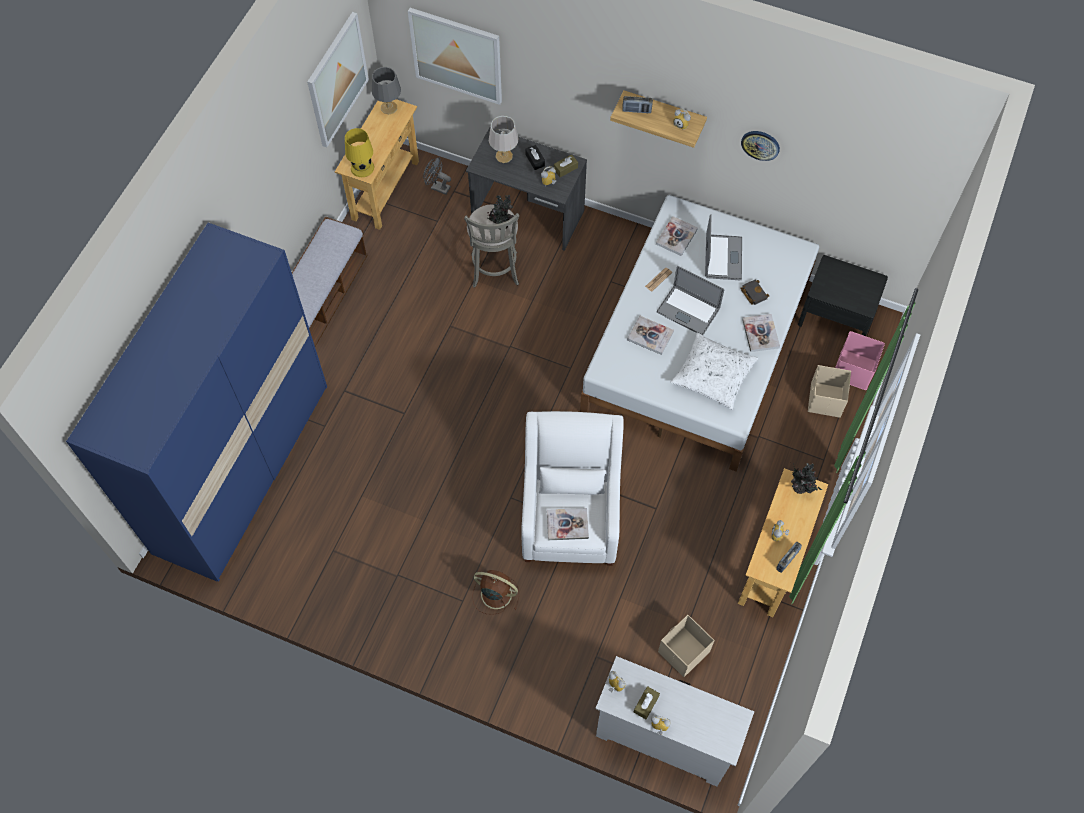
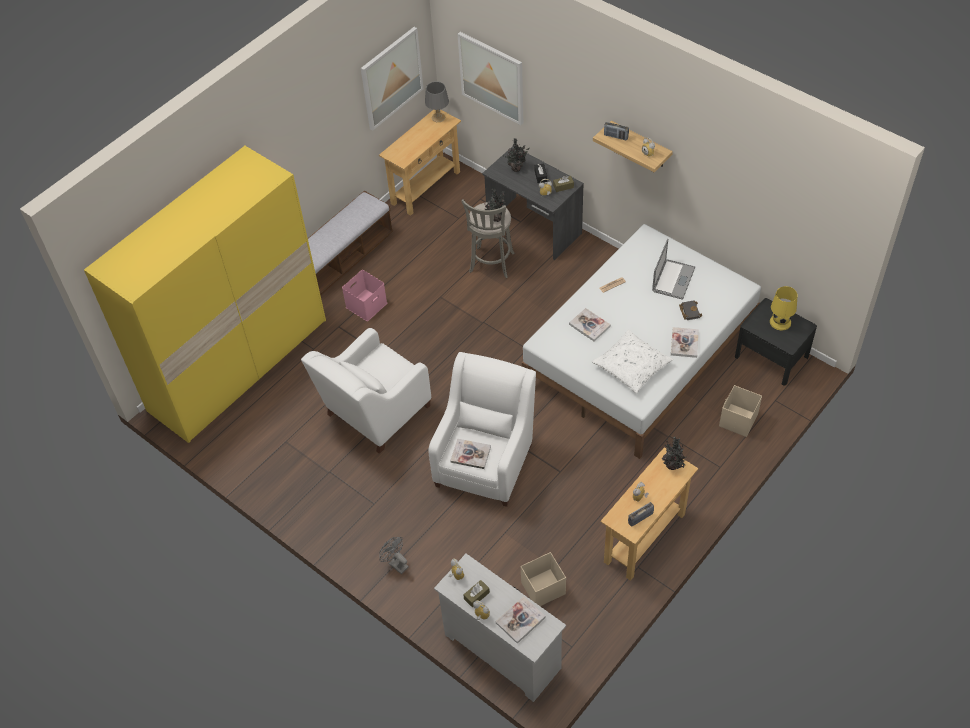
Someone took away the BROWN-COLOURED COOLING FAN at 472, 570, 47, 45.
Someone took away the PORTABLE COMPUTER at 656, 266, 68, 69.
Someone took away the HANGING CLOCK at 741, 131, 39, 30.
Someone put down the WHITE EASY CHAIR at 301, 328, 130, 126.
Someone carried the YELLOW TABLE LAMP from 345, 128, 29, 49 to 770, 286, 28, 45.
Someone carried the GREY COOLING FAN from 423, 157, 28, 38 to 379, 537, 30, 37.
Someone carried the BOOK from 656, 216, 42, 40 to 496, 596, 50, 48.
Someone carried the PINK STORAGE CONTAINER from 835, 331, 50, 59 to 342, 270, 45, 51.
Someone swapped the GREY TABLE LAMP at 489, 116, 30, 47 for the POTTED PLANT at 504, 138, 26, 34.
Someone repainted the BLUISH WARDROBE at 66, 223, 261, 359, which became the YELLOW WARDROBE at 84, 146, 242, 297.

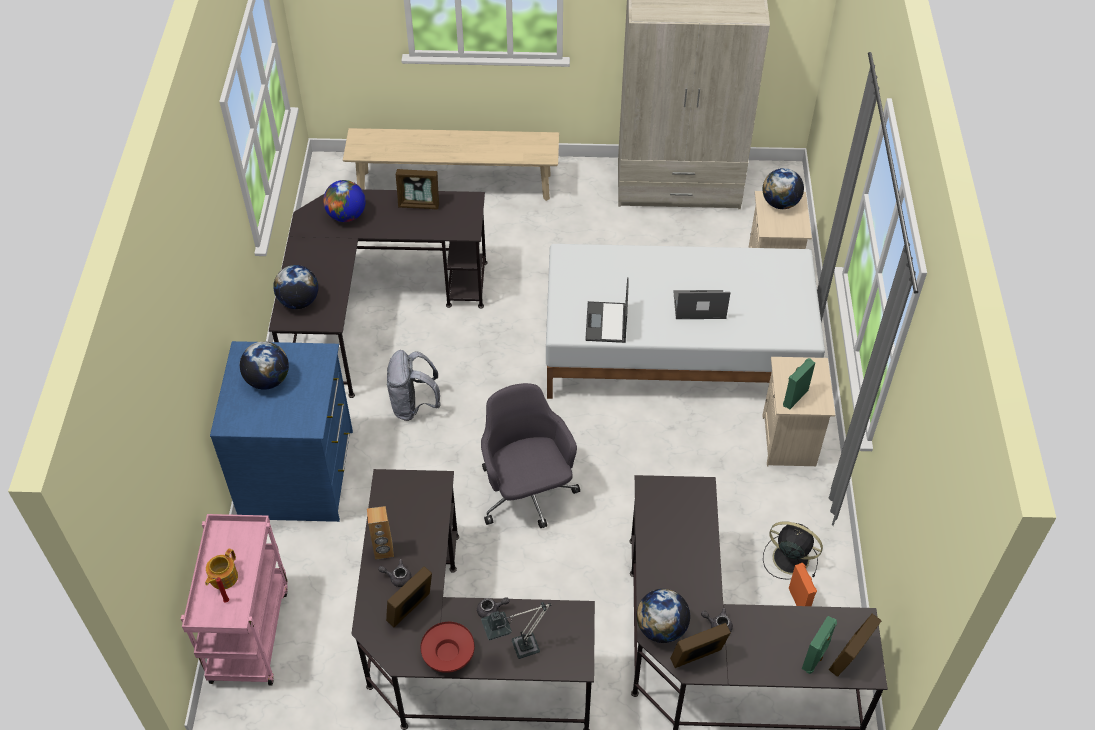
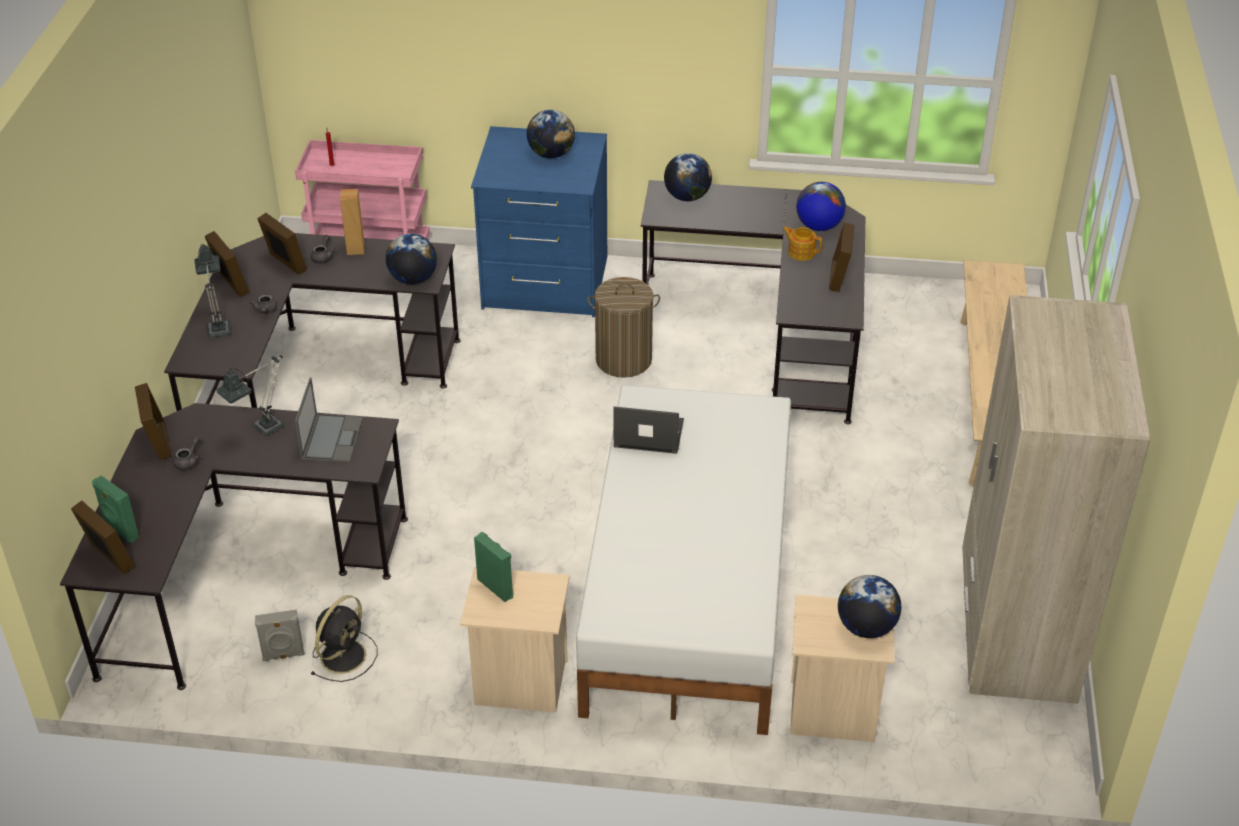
Someone took away the GREY OFFICE CHAIR at 481, 383, 99, 145.
Someone put down the TABLE LAMP at 216, 355, 69, 81.
Someone carried the POT FOR TEA from 205, 548, 33, 41 to 783, 226, 39, 35.
Someone carried the DESK GLOBE from 637, 589, 53, 54 to 386, 234, 51, 51.
Someone carried the PORTABLE COMPUTER from 673, 290, 57, 29 to 295, 378, 68, 84.
Someone swapped the GREY RUCKSACK at 387, 350, 54, 71 for the HAMPER at 588, 277, 72, 101.
Someone swapped the REDDISH DEEP DISH at 420, 622, 55, 51 for the PICTURE FRAME at 205, 231, 44, 66.
Someone repainted the ORANGE LOUDSPEAKER at 789, 563, 28, 43, which became the GREY LOUDSPEAKER at 255, 609, 50, 52.

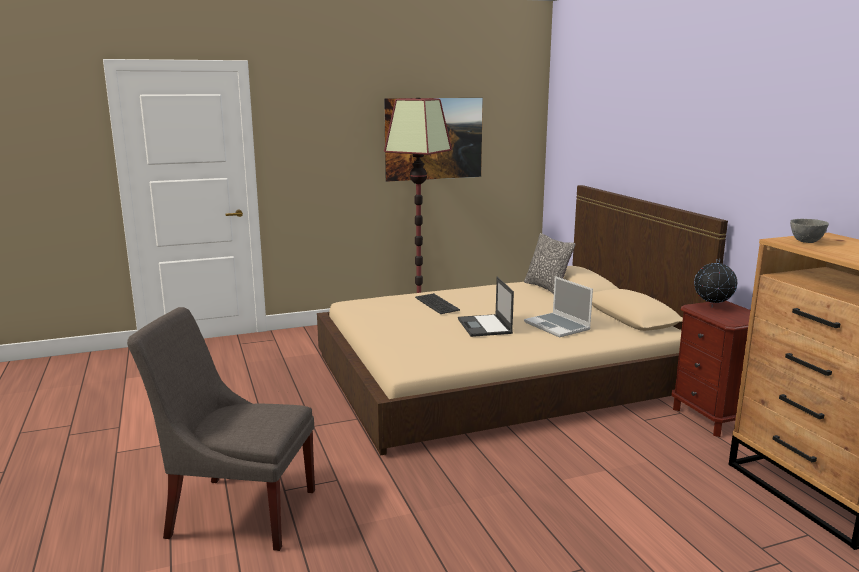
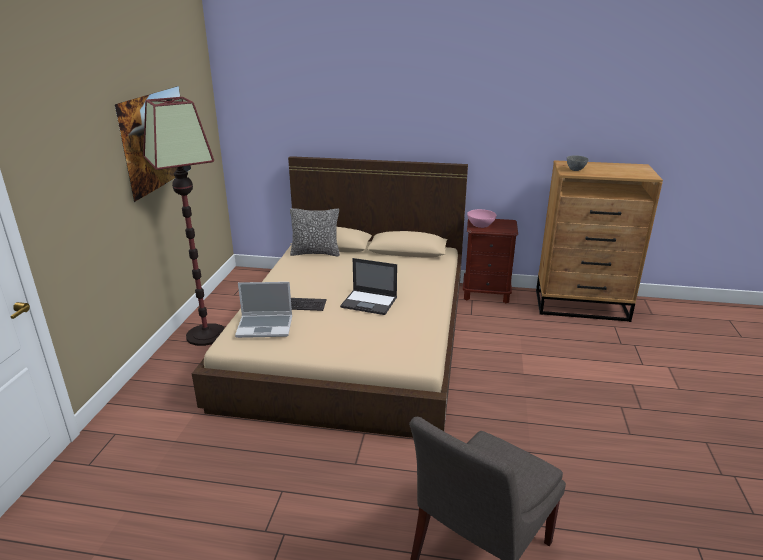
Someone carried the PORTABLE COMPUTER from 524, 276, 69, 62 to 235, 282, 57, 56.
Someone swapped the DESK GLOBE at 694, 259, 43, 48 for the PINK DEEP DISH at 467, 209, 29, 19.

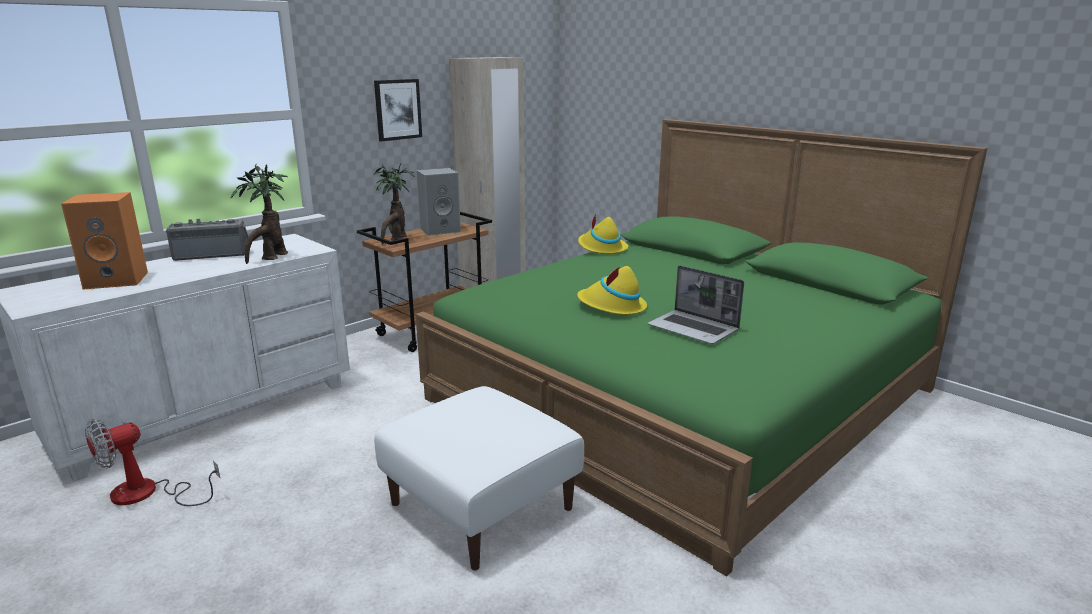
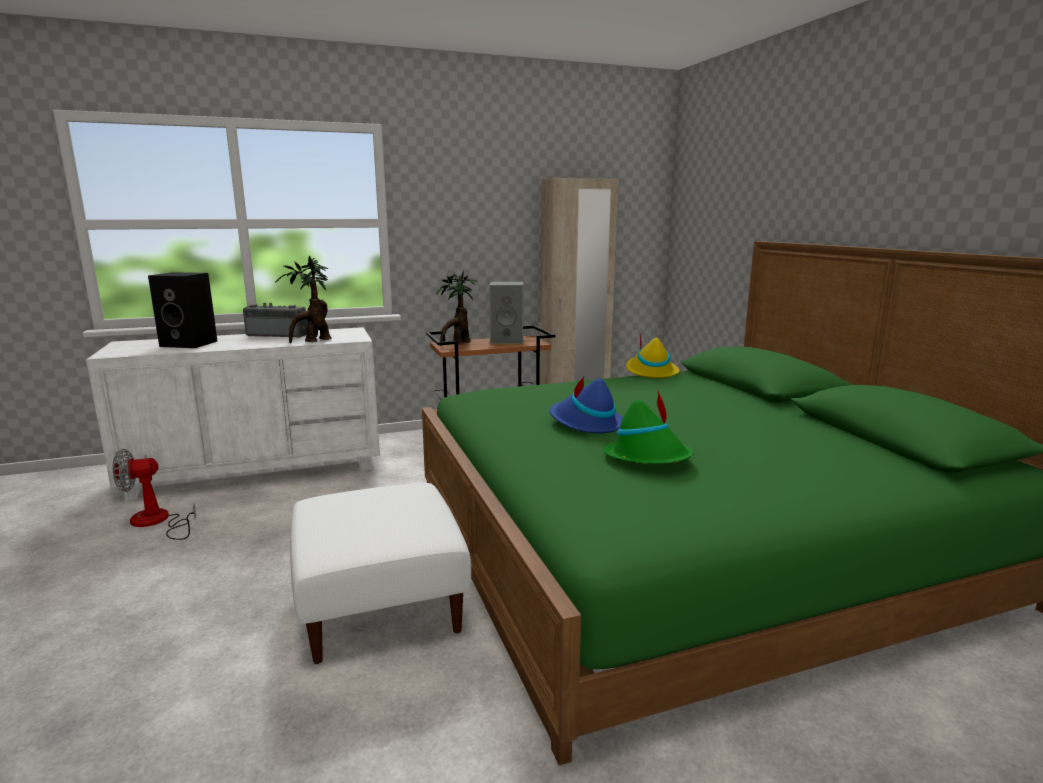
Someone took away the WALL PICTURE at 374, 79, 48, 63.
Someone swapped the PORTABLE COMPUTER at 648, 265, 96, 79 for the GREEN-COLOURED HAT at 603, 391, 91, 73.
Someone repainted the ORANGE LOUDSPEAKER at 61, 192, 87, 98, which became the BLACK LOUDSPEAKER at 148, 272, 69, 76.
Someone repainted the YELLOW HAT at 577, 266, 70, 49, which became the BLUISH HAT at 550, 377, 73, 56.

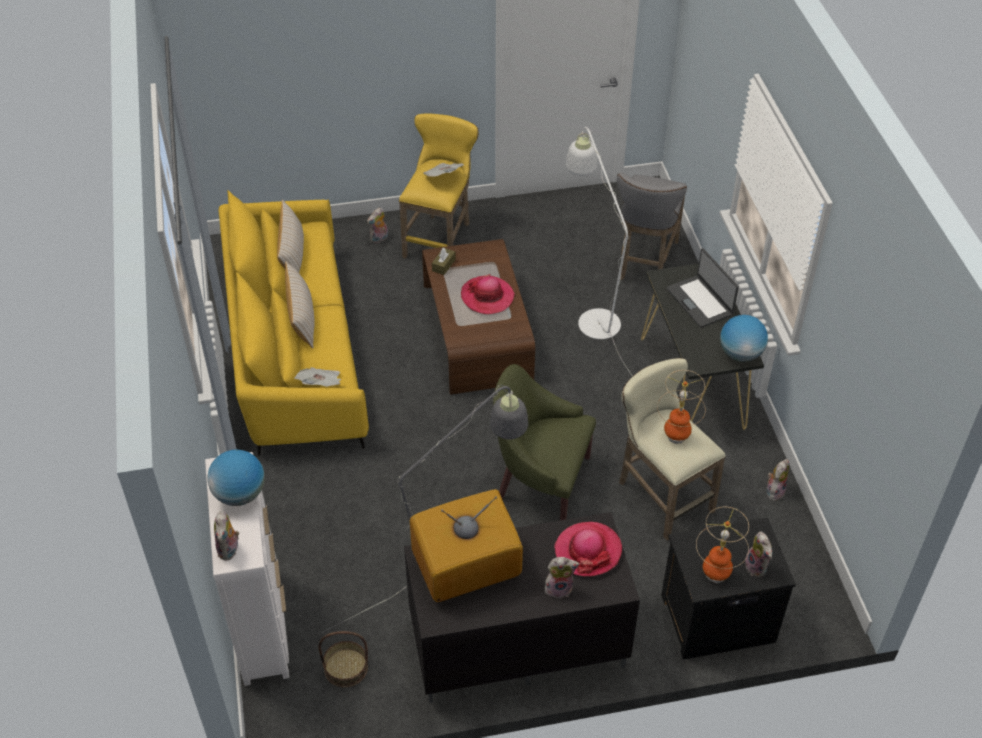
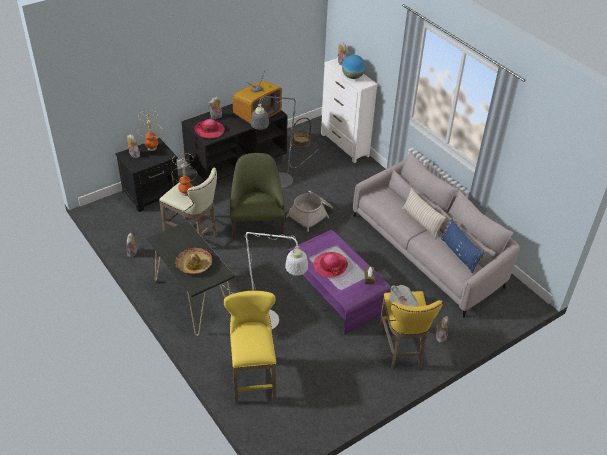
Someone took away the PRINTED PAPER at 295, 367, 46, 20.
Someone took away the DESK GLOBE at 720, 315, 48, 47.
Someone put down the STORAGE BASKET at 286, 191, 47, 41.
Someone swapped the PORTABLE COMPUTER at 666, 248, 73, 80 for the HAT at 175, 248, 37, 26.
Someone repainted the YELLOW SOFA at 218, 191, 151, 265, which became the GREY SOFA at 353, 151, 167, 167.
Someone repainted the SAND-COLOURED PILLOW at 277, 200, 27, 72, which became the BLUISH PILLOW at 441, 218, 44, 56.
Someone repainted the BROWN-COLOURED LOW TABLE at 422, 239, 113, 156, which became the PURPLE-COLOURED LOW TABLE at 287, 230, 104, 105.
Someone repainted the GREY STOOL SEAT at 617, 173, 70, 107, which became the YELLOW STOOL SEAT at 223, 291, 54, 113.
Someone rotated the GREEN-COLOURED EASY CHAIR at 493, 364, 103, 156 by 90 degrees counterclockwise.

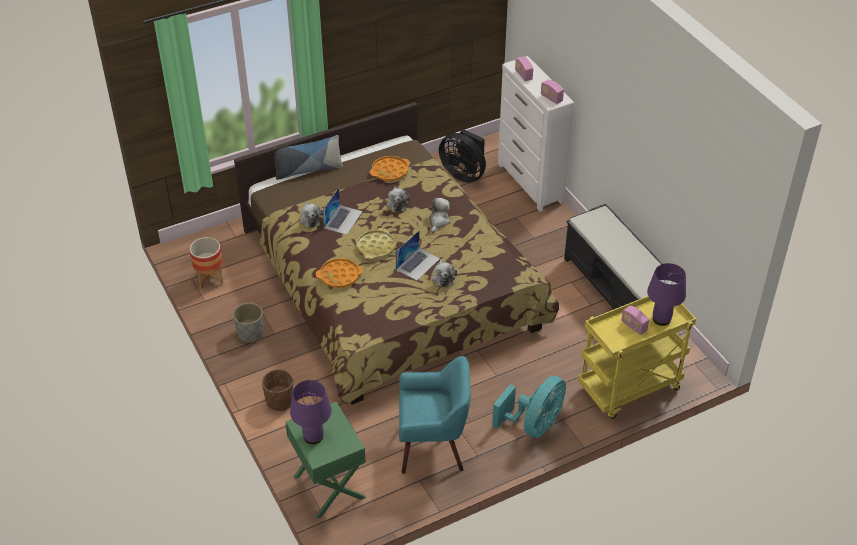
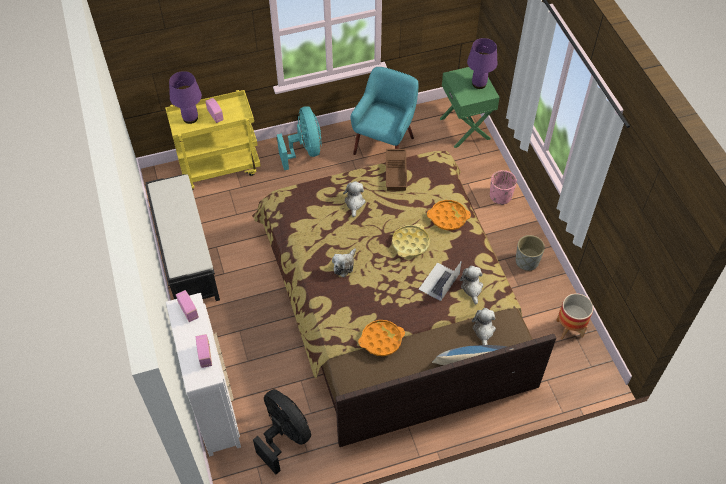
Someone took away the PORTABLE COMPUTER at 395, 231, 45, 50.
Someone put down the BROWN-COLOURED SERVING TRAY at 386, 149, 21, 42.
Someone carried the PLUSH TOY from 386, 186, 24, 26 to 472, 308, 24, 37.
Someone repainted the BROWN-COLOURED FLOWER POT at 262, 369, 32, 43, which became the PINK FLOWER POT at 490, 170, 27, 35.
Someone rotated the TURQUOISE EASY CHAIR at 399, 356, 72, 118 by 105 degrees clockwise.
Someone rotated the TURQUOISE COOLING FAN at 492, 376, 74, 62 by 120 degrees clockwise.

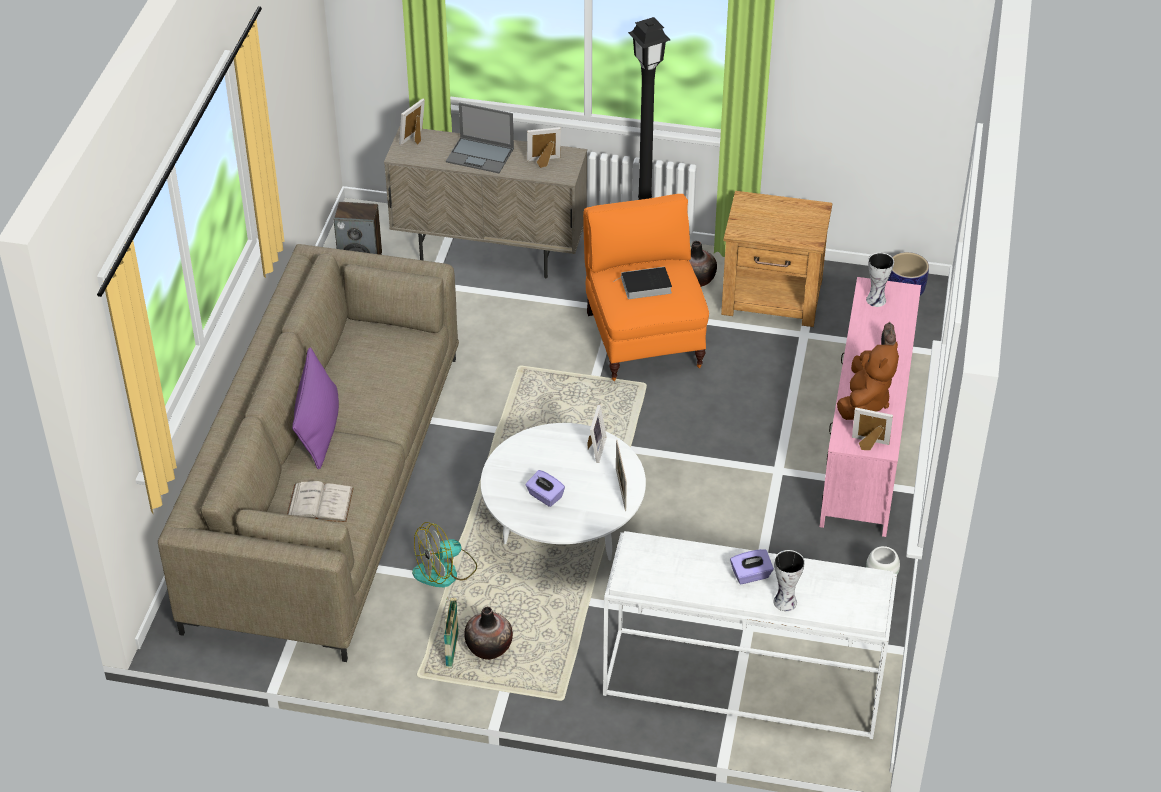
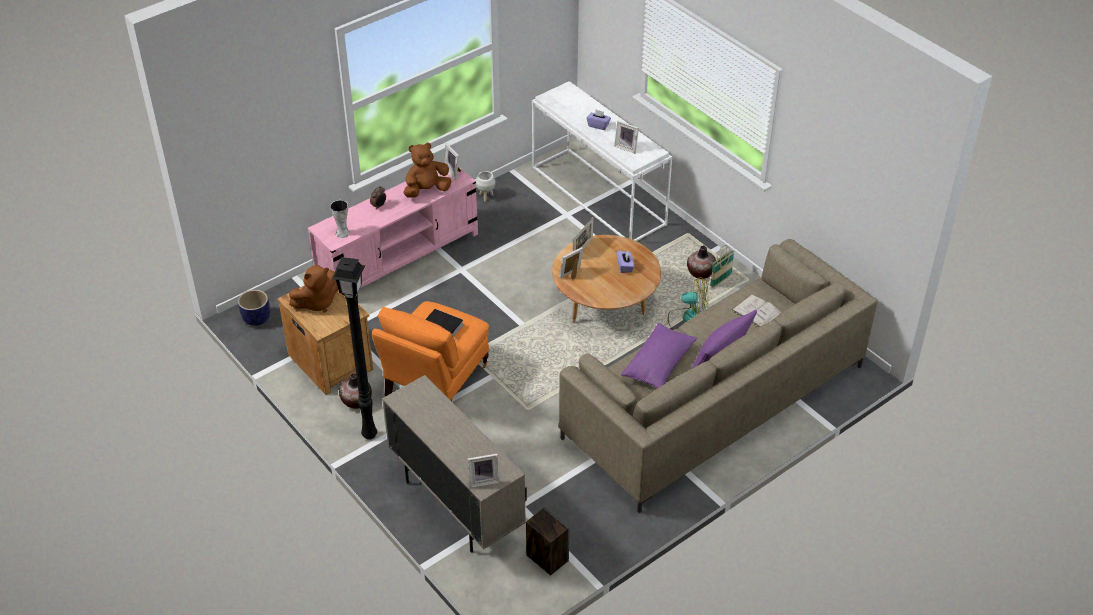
Someone took away the PORTABLE COMPUTER at 446, 102, 68, 71.
Someone took away the DECORATIVE VASE at 773, 550, 32, 61.
Someone put down the BROWN-COLOURED PLUSH TOY at 289, 265, 49, 48.
Someone put down the PURPLE-COLOURED PILLOW at 621, 323, 76, 66.
Someone carried the PICTURE FRAME from 527, 127, 34, 41 to 614, 121, 25, 33.
Someone repainted the WHITE LOW TABLE at 481, 423, 165, 138, which became the BROWN-COLOURED LOW TABLE at 552, 235, 109, 87.

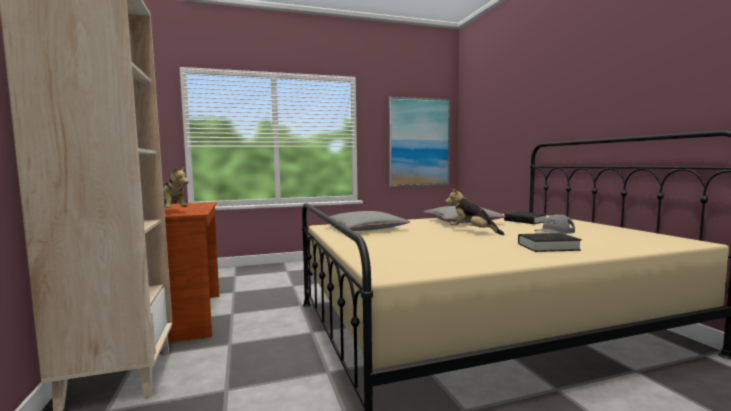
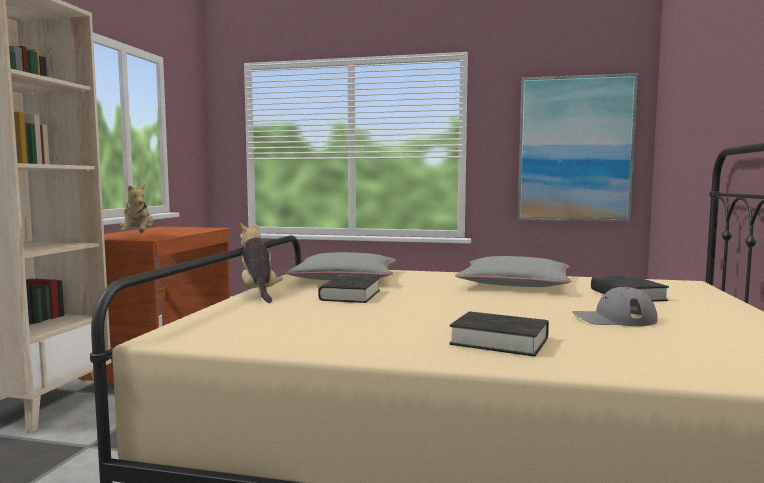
Someone put down the BLACK BOOK at 318, 276, 62, 27.
Someone carried the PLUSH TOY from 445, 188, 59, 47 to 240, 223, 43, 80.

